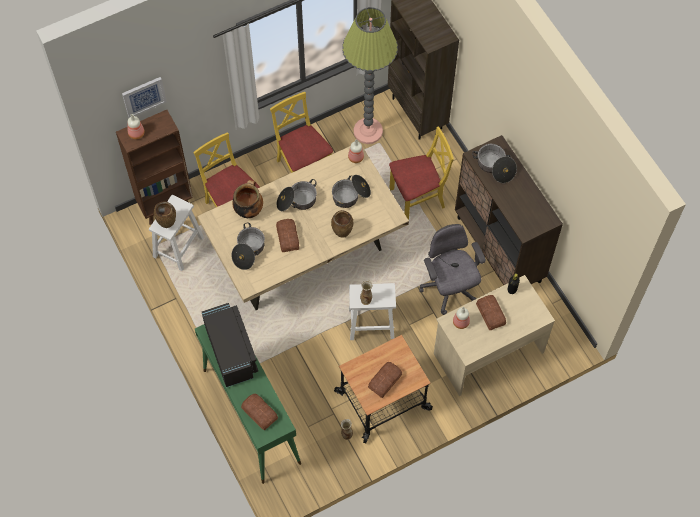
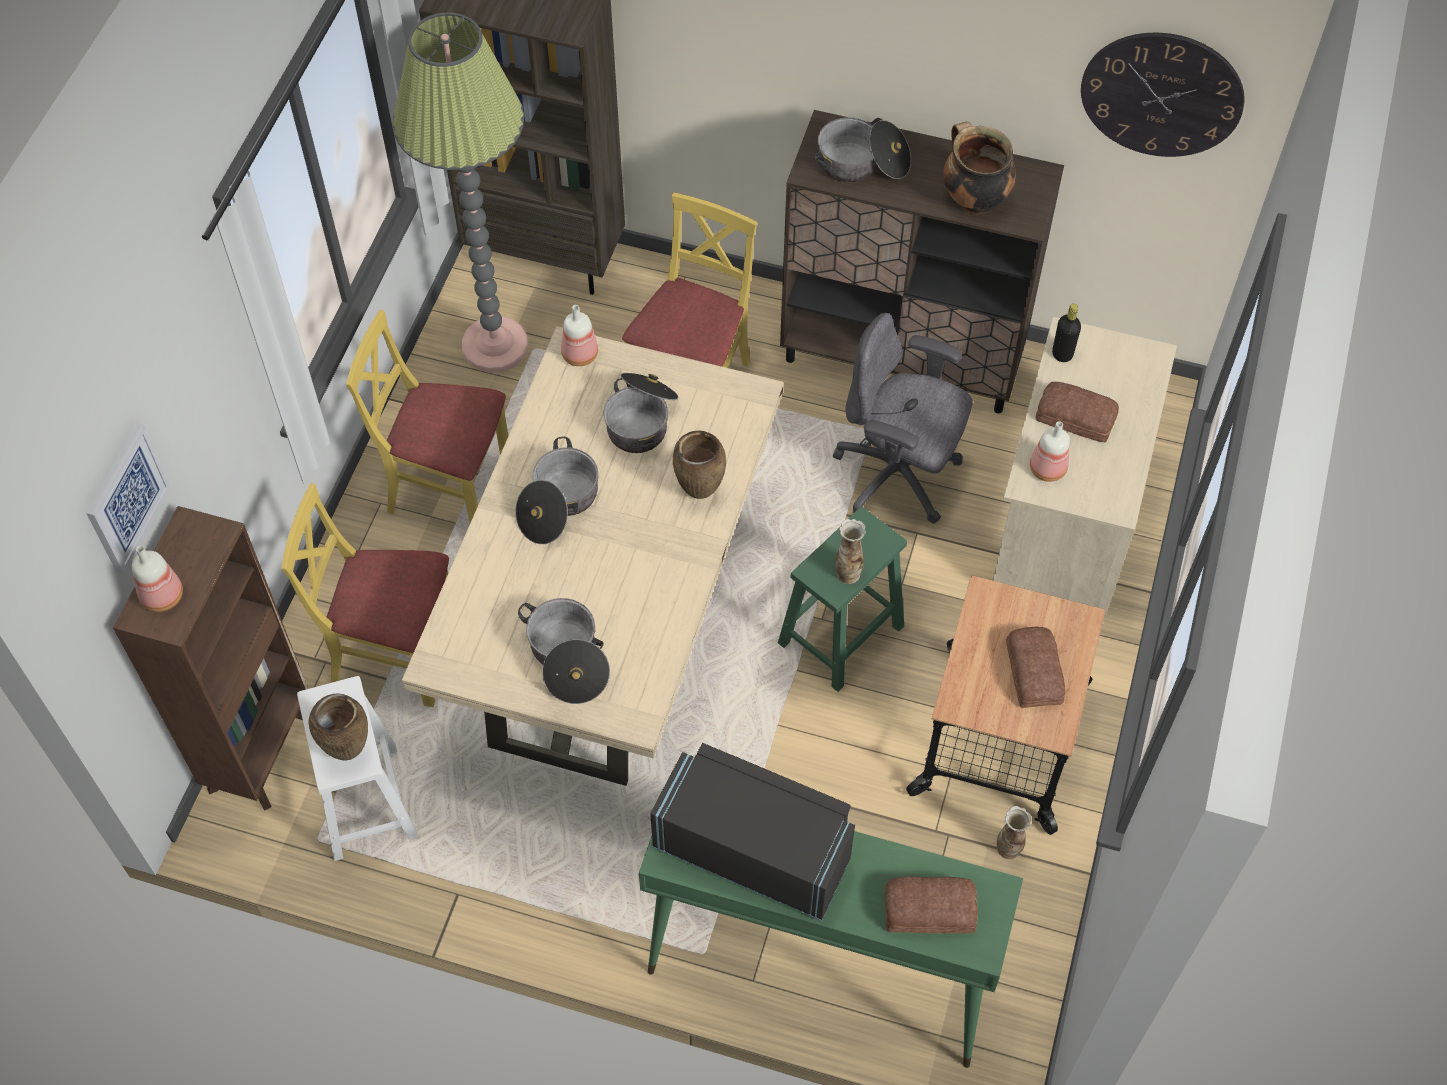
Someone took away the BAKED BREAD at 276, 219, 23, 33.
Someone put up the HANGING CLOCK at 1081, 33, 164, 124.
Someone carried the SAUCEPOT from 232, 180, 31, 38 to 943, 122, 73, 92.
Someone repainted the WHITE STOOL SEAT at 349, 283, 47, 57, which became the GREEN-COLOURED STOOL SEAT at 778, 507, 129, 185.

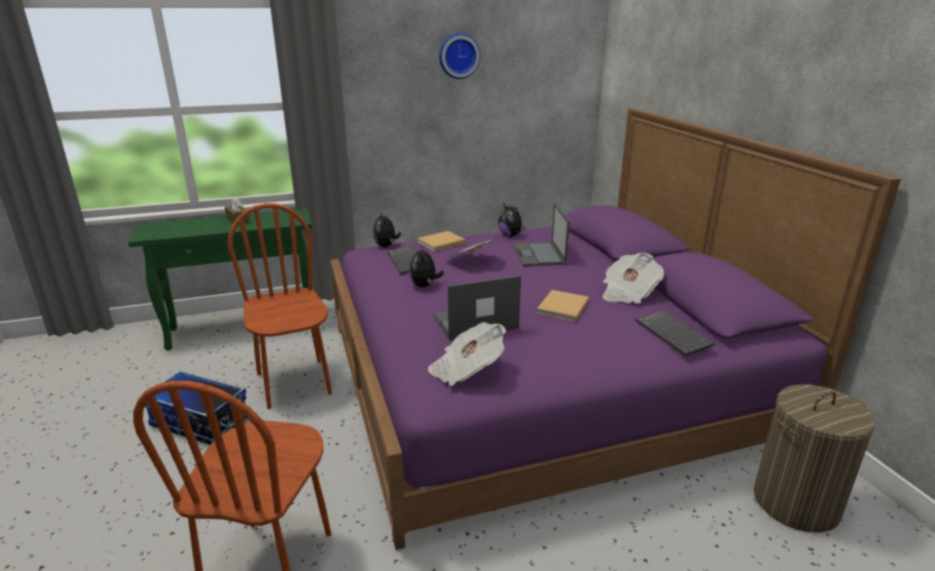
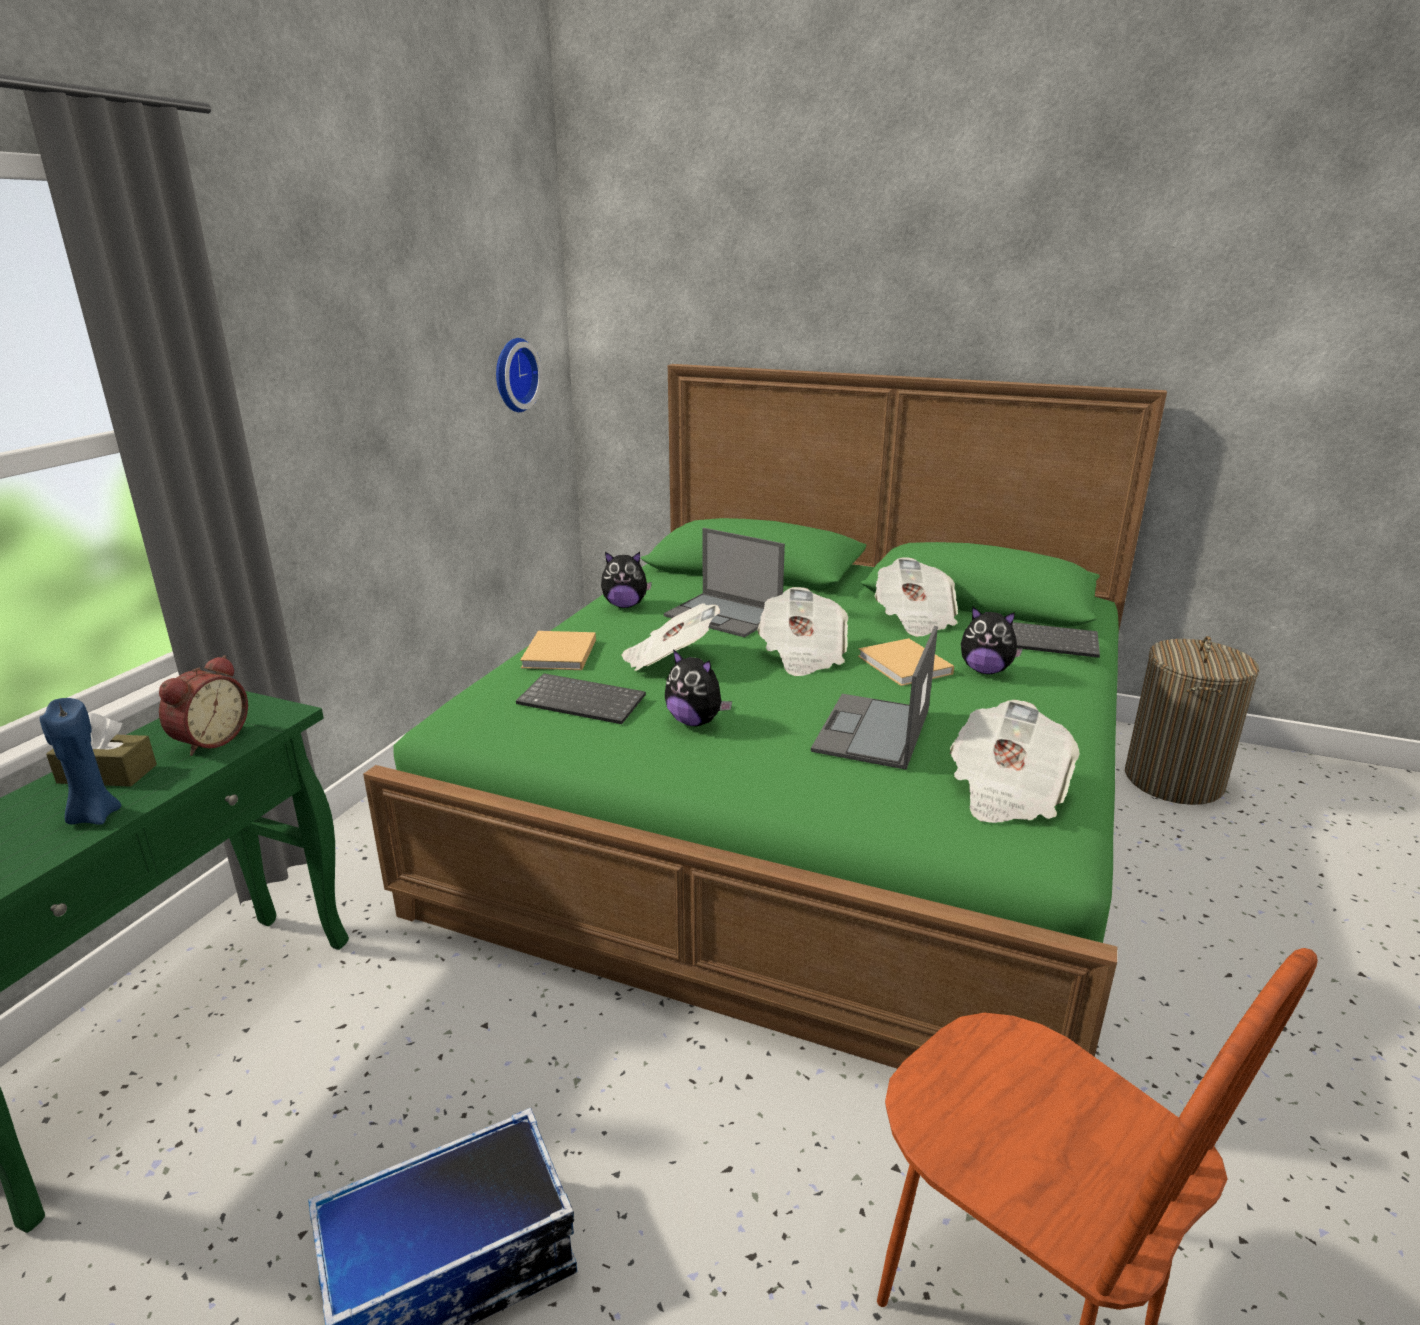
Someone took away the BROWN-COLOURED UPRIGHT CHAIR at 228, 203, 104, 206.
Someone put down the BLUISH WAX CANDLE at 40, 698, 81, 127.
Someone put down the ALARM CLOCK at 159, 655, 89, 101.
Someone put down the PRINTED PAPER at 757, 587, 91, 89.
Someone carried the PLUSH TOY from 373, 211, 28, 36 to 961, 607, 62, 67.
Someone carried the HANGING CLOCK from 439, 33, 41, 46 to 496, 338, 46, 74.
Someone repainted the PURPLE-COLOURED SLEEPING BED at 330, 108, 571, 442, which became the GREEN-COLOURED SLEEPING BED at 363, 364, 804, 705.

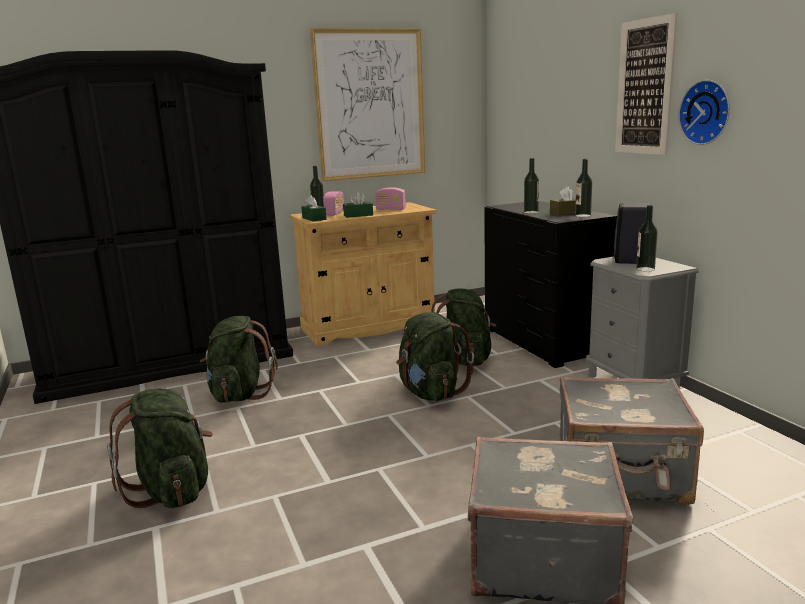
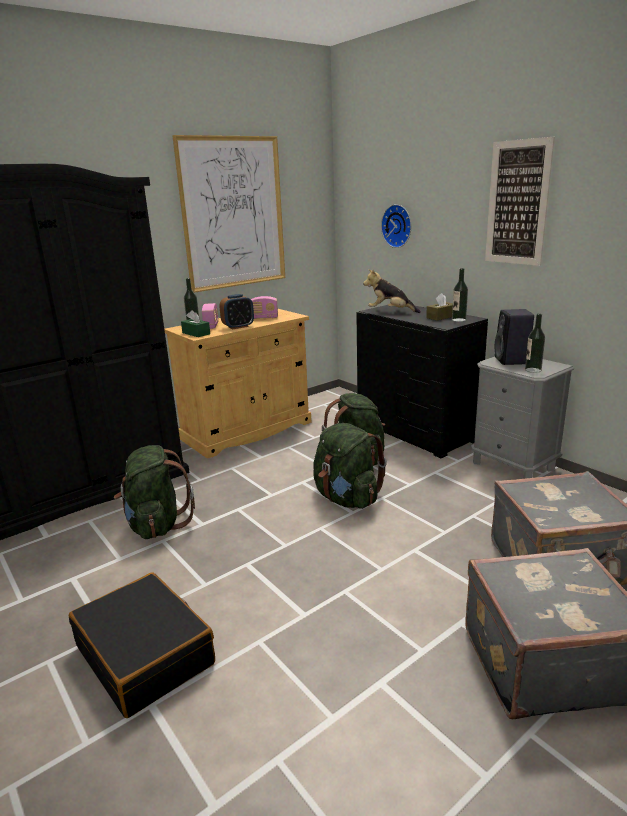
Someone took away the BOTTLE at 524, 158, 15, 56.
Someone put down the PLUSH TOY at 363, 269, 58, 44.
Someone carried the HANGING CLOCK from 678, 80, 52, 65 to 381, 204, 30, 44.
Someone swapped the GREEN-COLOURED RUCKSACK at 107, 388, 106, 120 for the BLACK PIECE OF LUGGAGE at 69, 572, 146, 146.
Someone swapped the GREEN-COLOURED TISSUE HOLDER at 343, 192, 30, 26 for the ALARM CLOCK at 219, 294, 35, 35.

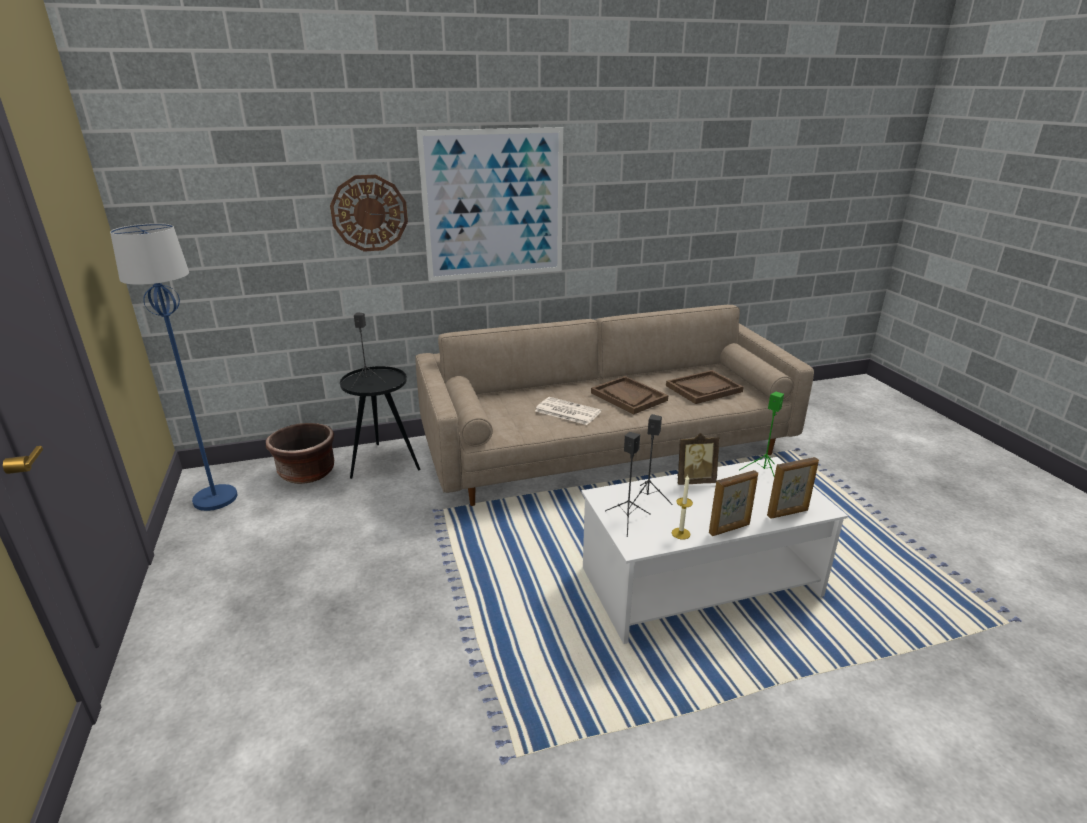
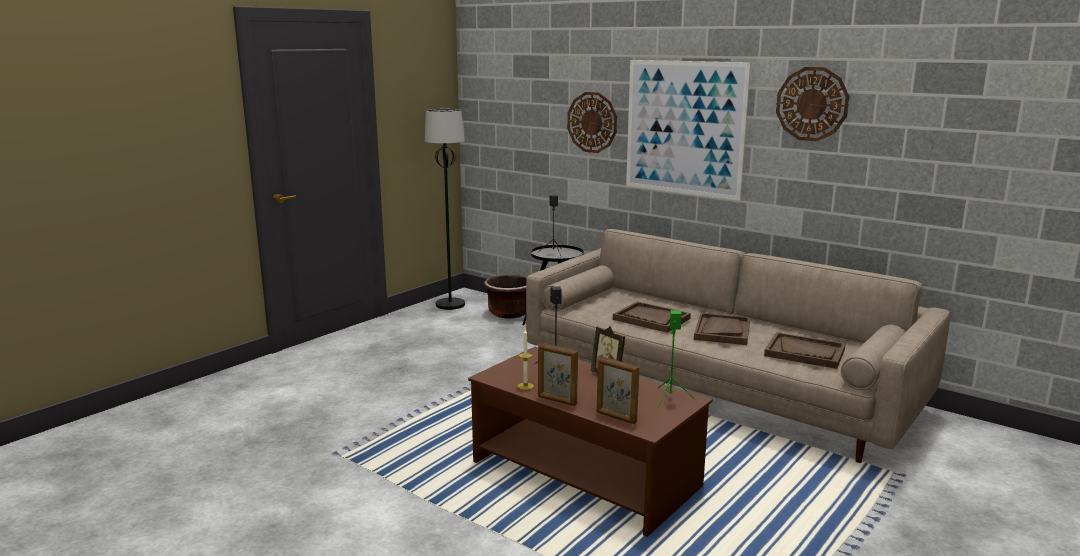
Someone took away the BLACK LOUDSPEAKER at 605, 432, 46, 105.
Someone put up the HANGING CLOCK at 776, 67, 73, 74.
Someone swapped the PRINTED PAPER at 535, 397, 66, 28 for the BROWN-COLOURED SERVING TRAY at 613, 301, 78, 32.
Someone repainted the BLUISH STANDARD LAMP at 110, 223, 127, 288, which became the BLACK STANDARD LAMP at 425, 109, 40, 201.
Someone repainted the WHITE LOW TABLE at 582, 457, 266, 187, which became the BROWN-COLOURED LOW TABLE at 468, 347, 245, 190.

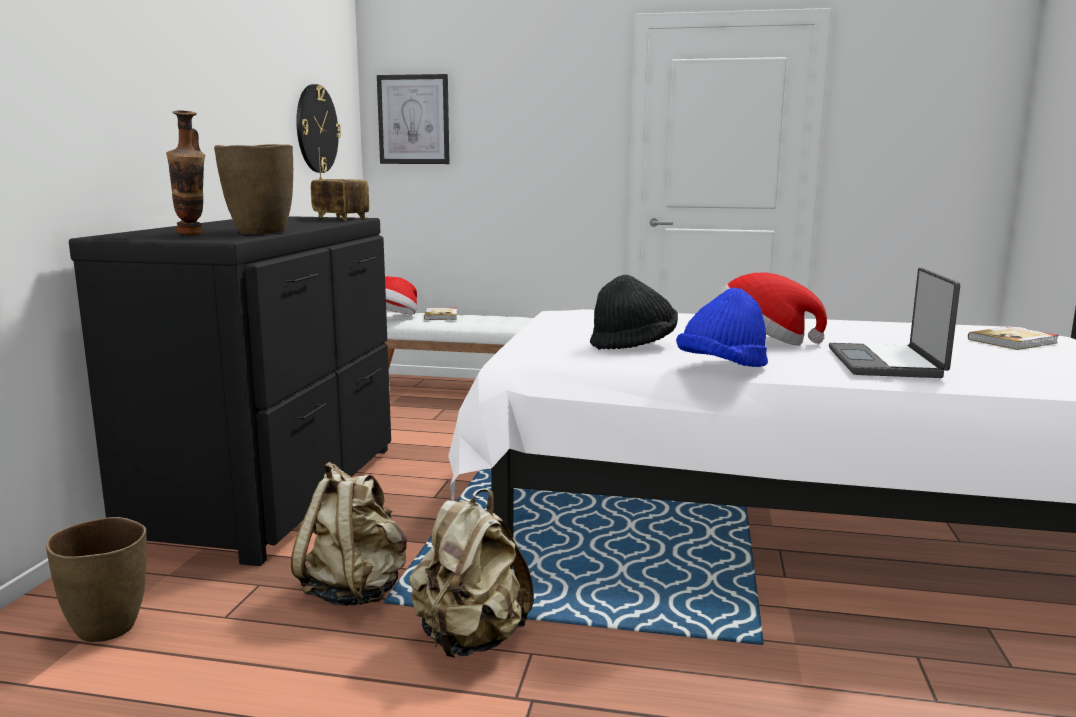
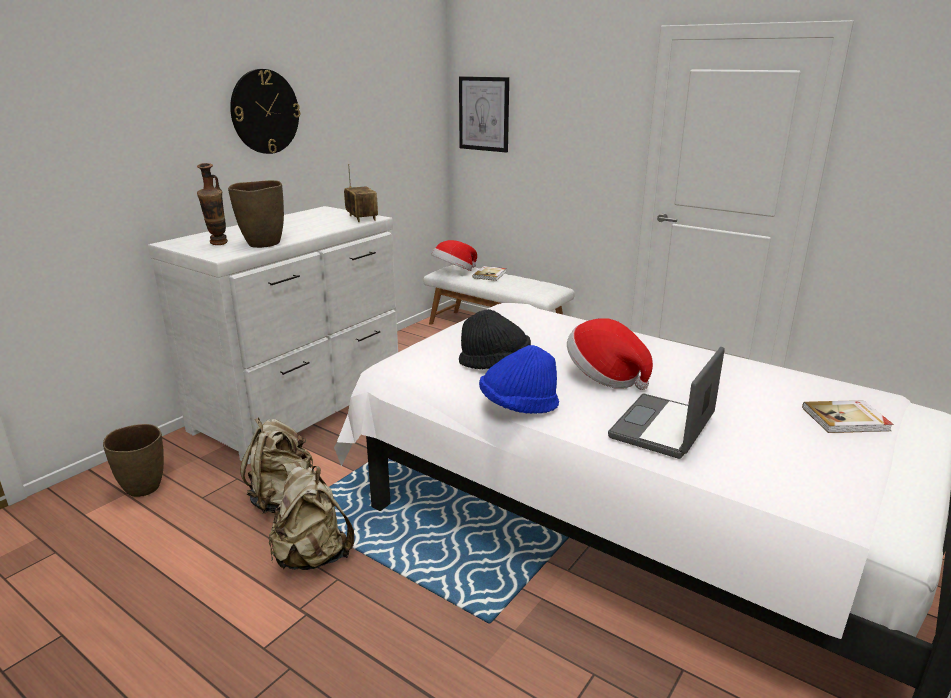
Someone carried the HANGING CLOCK from 296, 84, 45, 89 to 230, 69, 70, 85.
Someone repainted the BLACK DRAWER CHEST at 69, 216, 322, 350, which became the WHITE DRAWER CHEST at 148, 206, 250, 258.

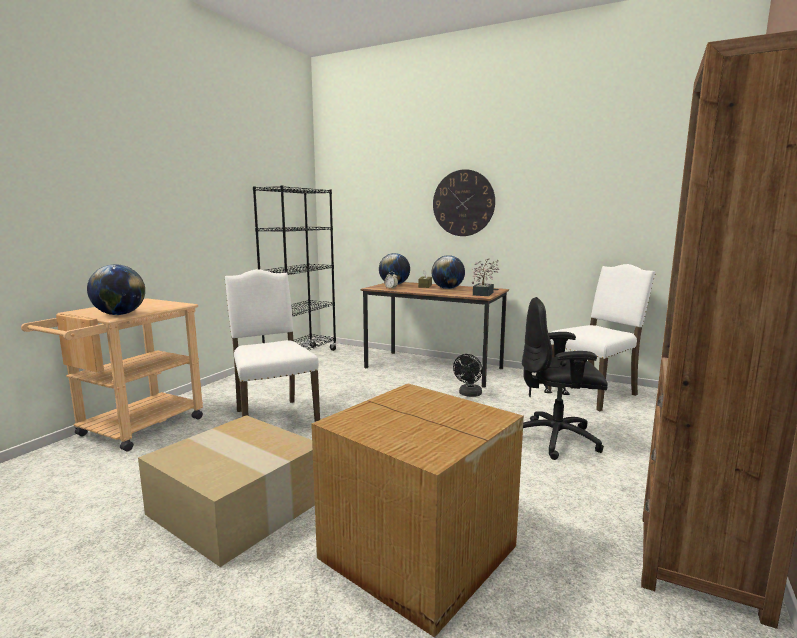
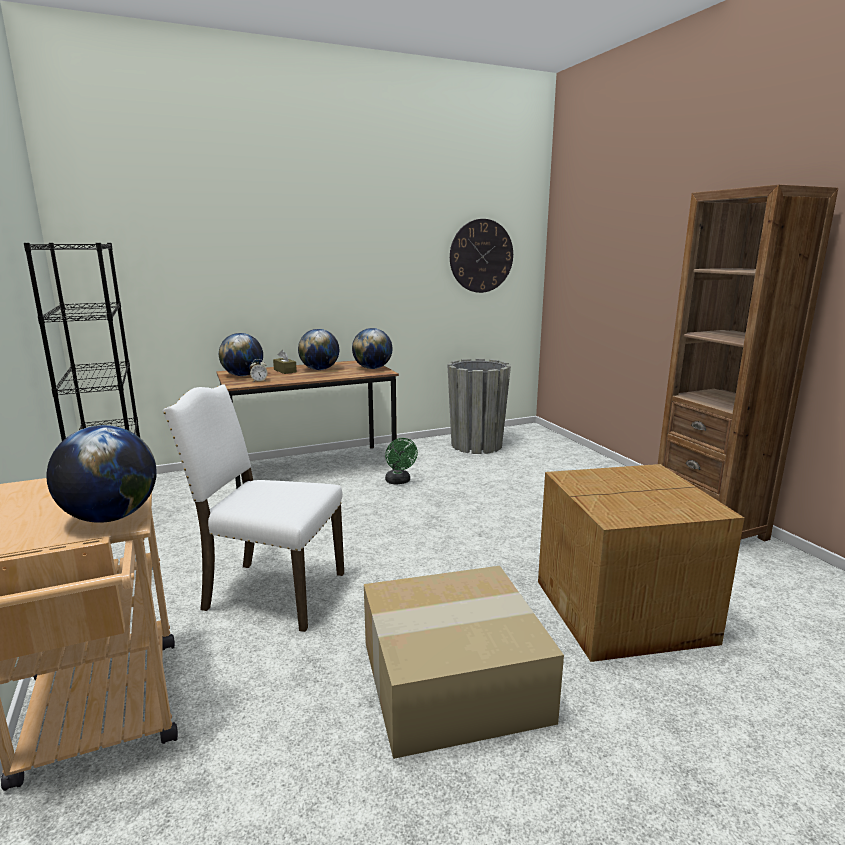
Someone took away the BLACK OFFICE CHAIR at 522, 297, 86, 163.
Someone carried the HANGING CLOCK from 433, 169, 62, 67 to 450, 219, 63, 74.
Someone swapped the POTTED PLANT at 471, 258, 29, 38 for the DESK GLOBE at 352, 328, 41, 41.
Someone swapped the WHITE UPRIGHT CHAIR at 548, 264, 108, 147 for the GREY FLOWER POT at 447, 359, 64, 95.
Someone repainted the BLACK COOLING FAN at 453, 354, 30, 43, which became the GREEN-COLOURED COOLING FAN at 385, 438, 33, 46.

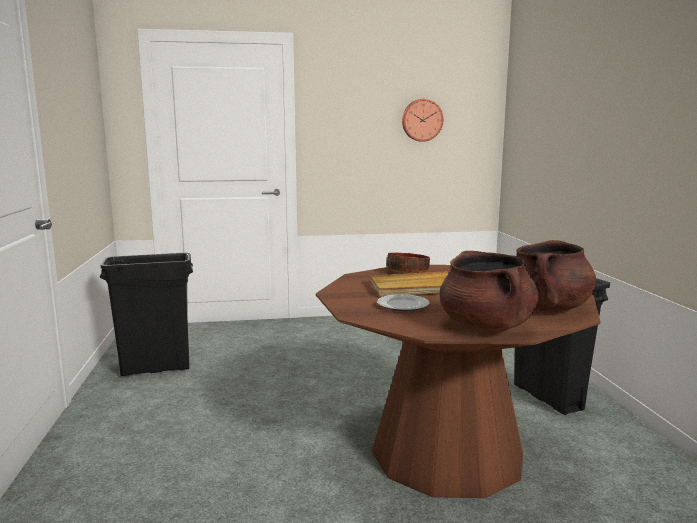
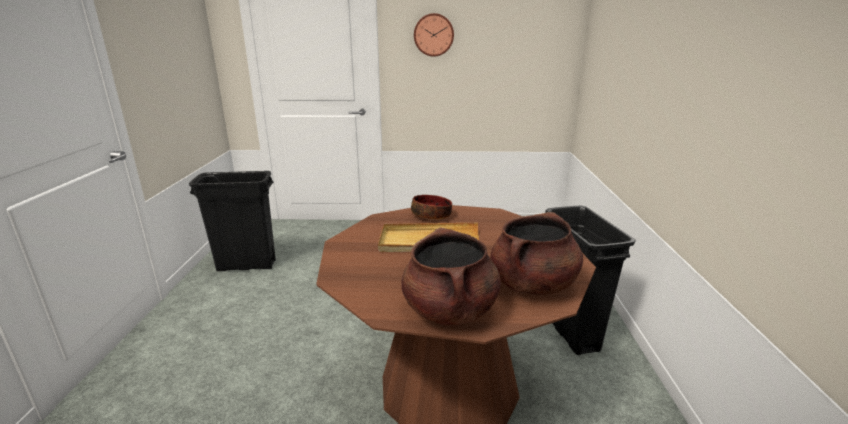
Someone took away the PLATE at 377, 294, 53, 17.
Someone carried the HANGING CLOCK from 402, 99, 41, 43 to 414, 13, 40, 43.

